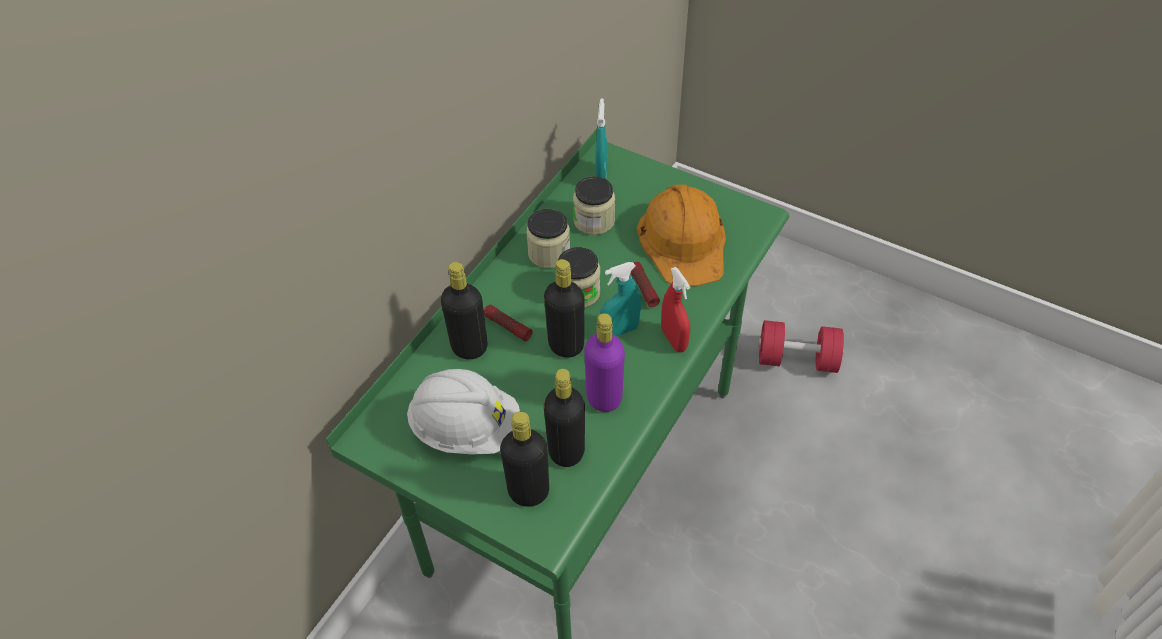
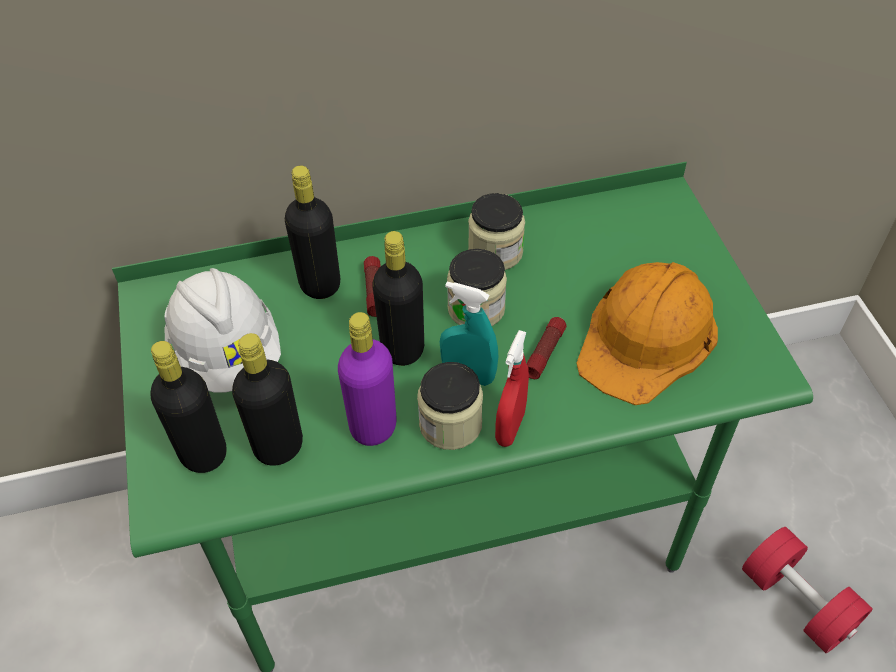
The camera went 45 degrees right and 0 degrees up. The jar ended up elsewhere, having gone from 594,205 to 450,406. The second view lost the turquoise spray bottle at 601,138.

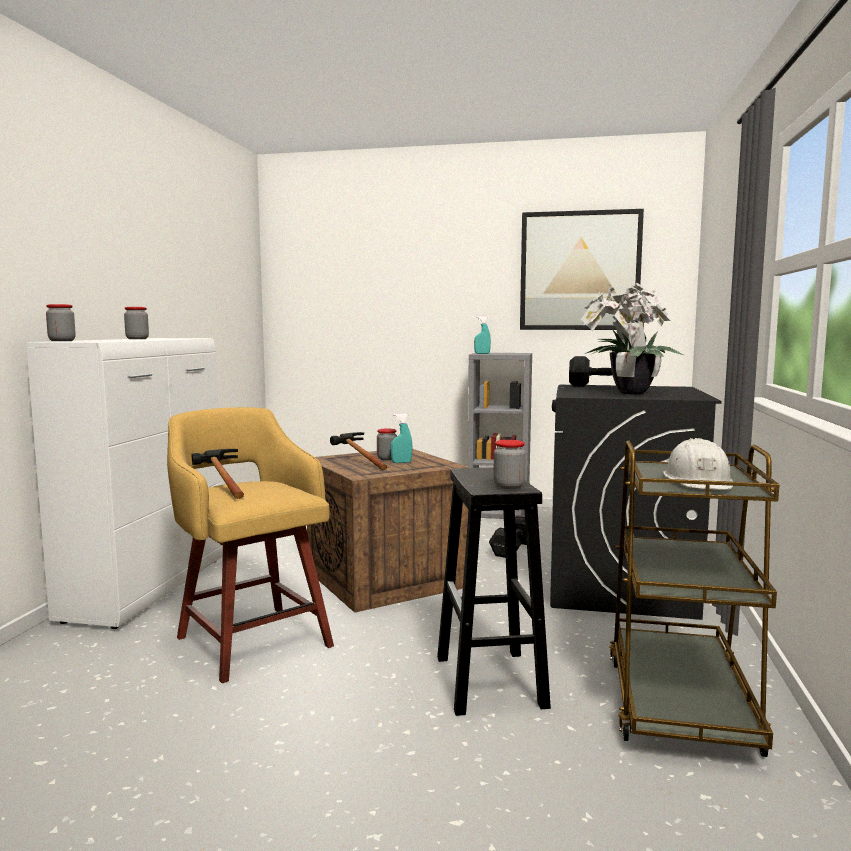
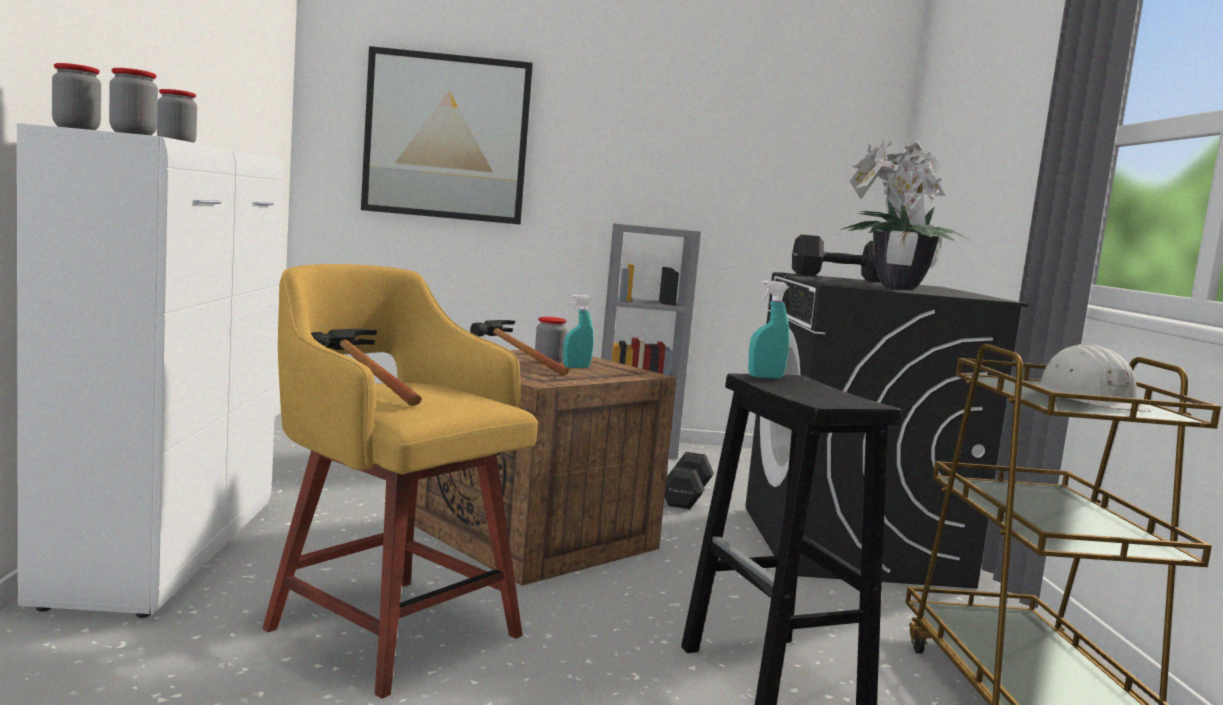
The camera went 15 degrees left and 0 degrees up. The jar ended up elsewhere, having gone from 509,464 to 133,101. The picture ended up elsewhere, having gone from 582,269 to 447,135. The turquoise spray bottle ended up elsewhere, having gone from 482,335 to 769,329.

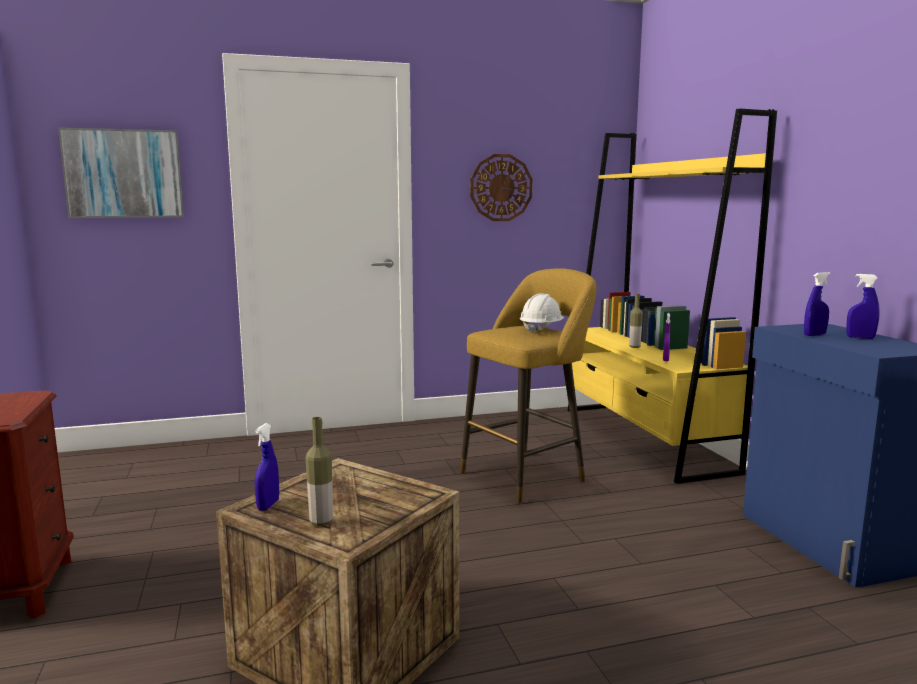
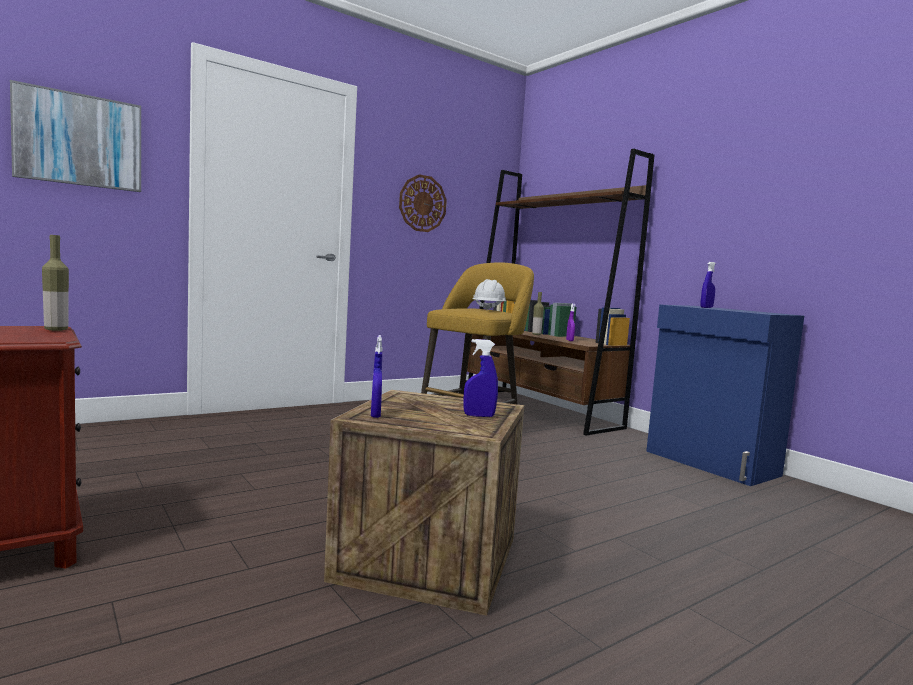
The camera went 20 degrees left and 5 degrees down. The bottle ended up elsewhere, having gone from 319,471 to 55,283. The blue spray bottle ended up elsewhere, having gone from 863,306 to 480,378. What was the yellow bookcase at 672,296 turned into the brown bookcase at 560,292.

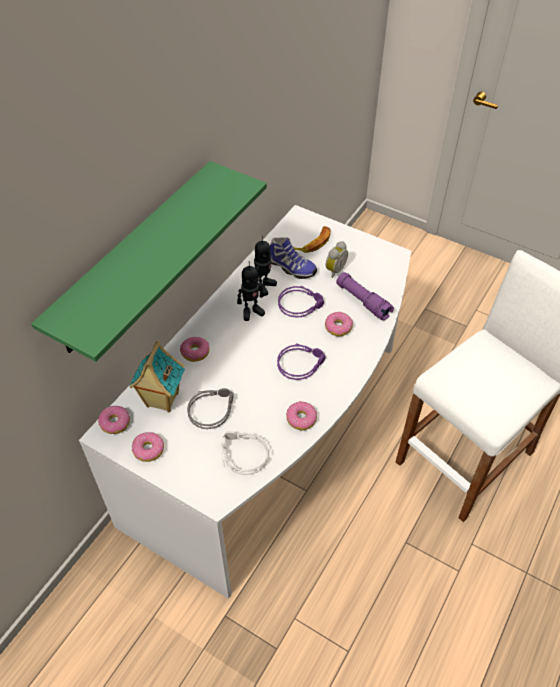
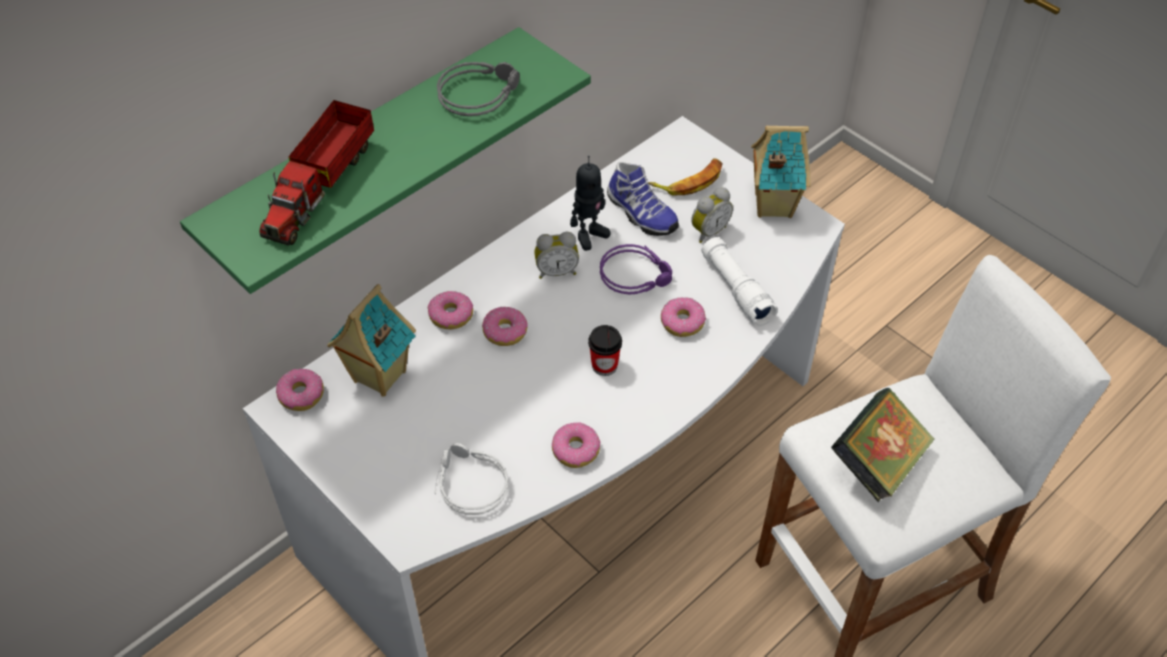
The camera went 15 degrees right and 0 degrees up. The second view gained the toy truck at 316,173. The grey headphones ended up elsewhere, having gone from 210,408 to 478,89. The donut ended up elsewhere, having gone from 148,447 to 505,326. Where the toy robot stood at 251,291, the alarm clock came to stand at 556,255. Where the purple headphones stood at 301,361, the cup came to stand at 605,350. What was the purple flashlight at 365,296 turned into the white flashlight at 740,281. The second view gained the toy house at 781,172. The second view gained the book at 883,445.

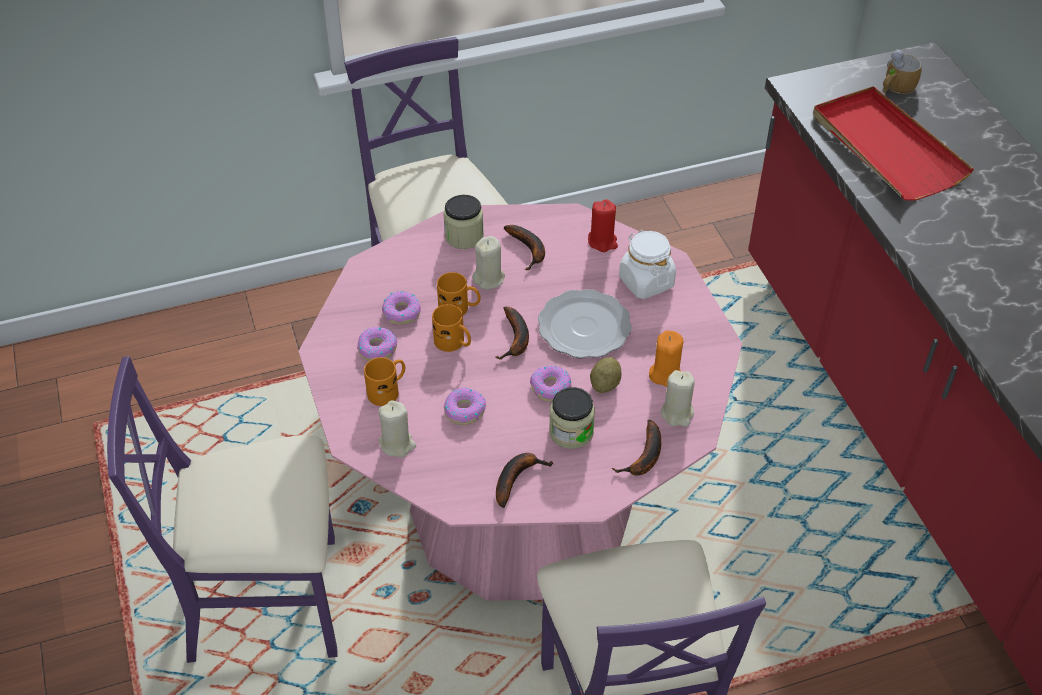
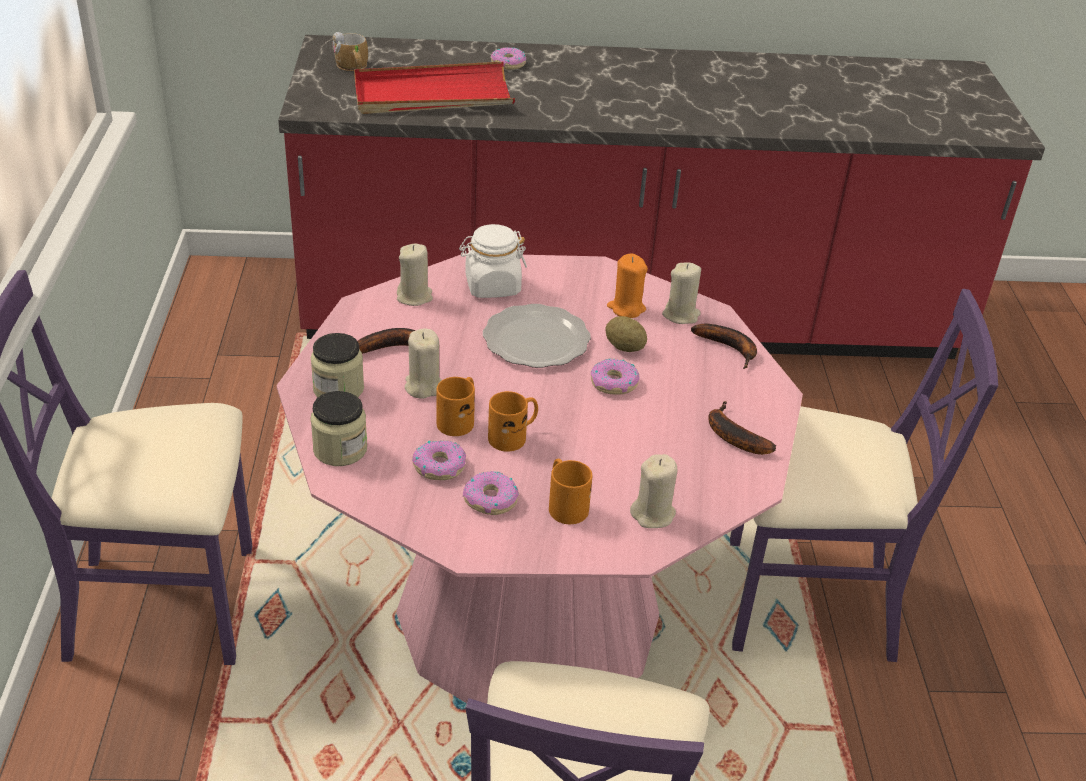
The camera went 75 degrees left and 10 degrees down. The jar ended up elsewhere, having gone from 572,418 to 338,428. What was the red candle at 603,225 turned into the beige candle at 415,275. The donut ended up elsewhere, having gone from 465,406 to 508,58. The second view lost the banana at 512,333.

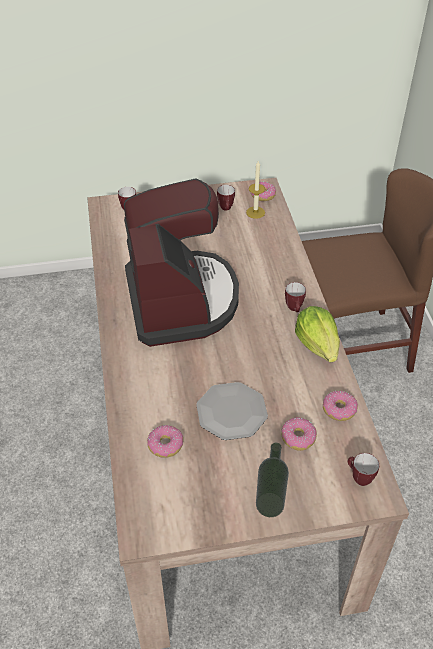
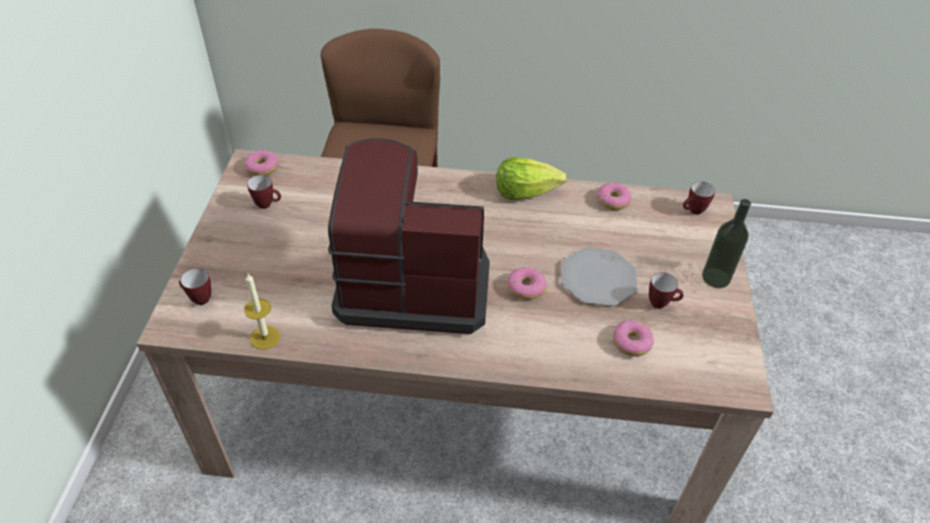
The camera went 75 degrees left and 0 degrees up. The candle ended up elsewhere, having gone from 255,190 to 262,312. The donut ended up elsewhere, having gone from 299,434 to 527,283. The mug ended up elsewhere, having gone from 295,297 to 666,290.

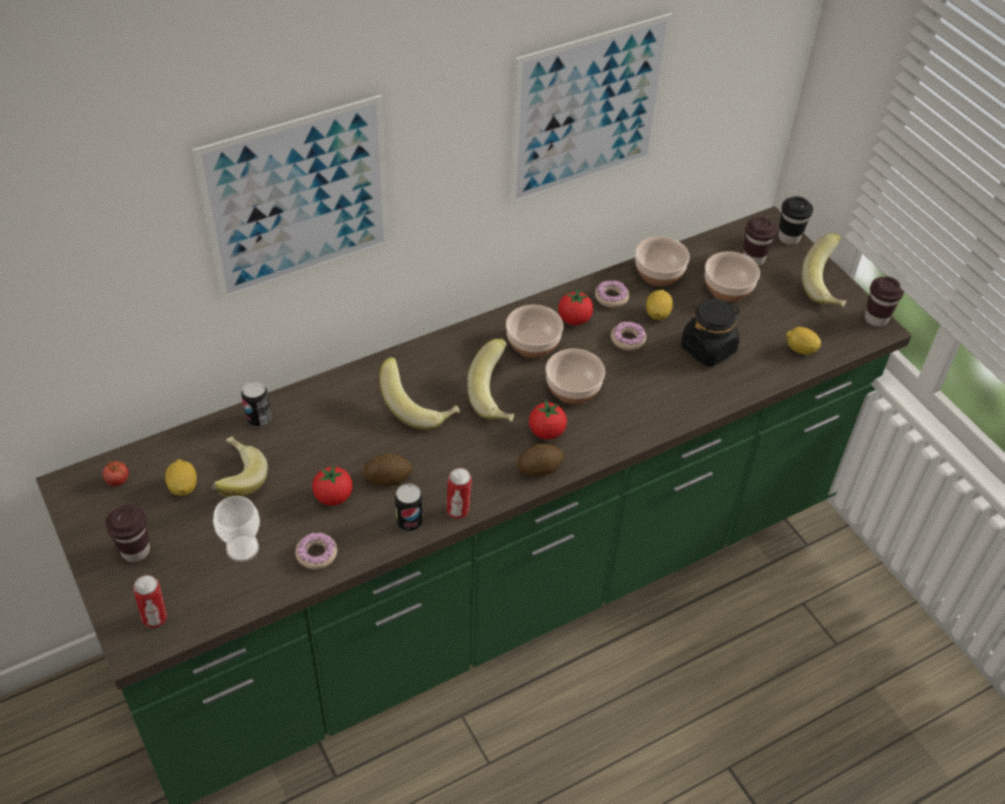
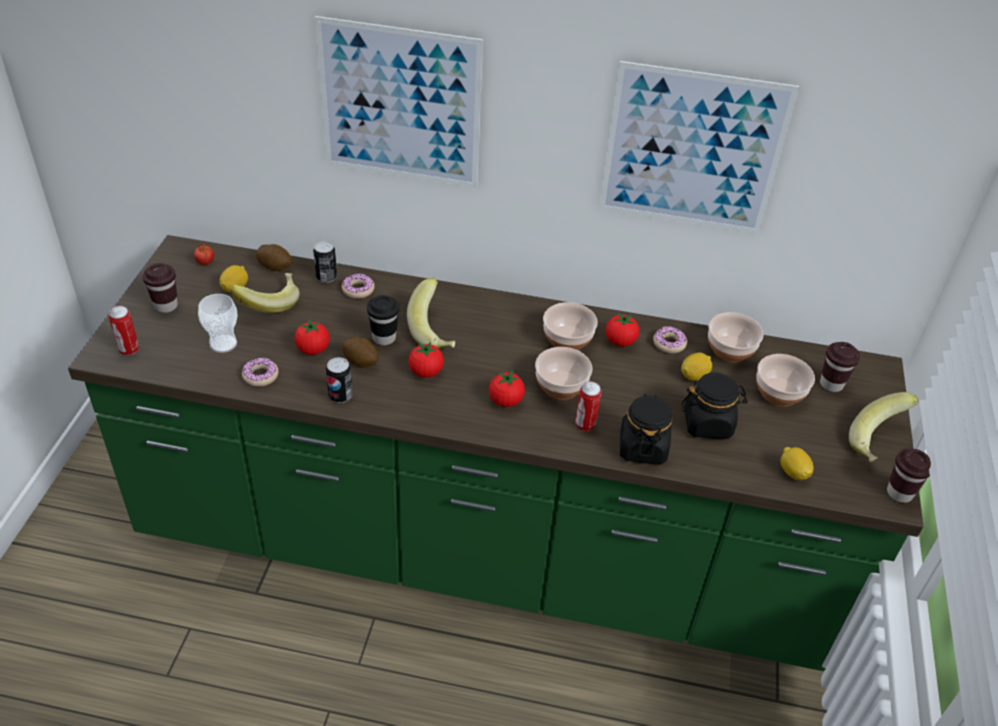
The camera went 40 degrees right and 5 degrees down. The potato ended up elsewhere, having gone from 540,460 to 274,257. The donut ended up elsewhere, having gone from 628,336 to 358,286. The black cup ended up elsewhere, having gone from 795,220 to 383,320. The second view gained the tomato at 426,360. The can ended up elsewhere, having gone from 459,493 to 588,406. The second view gained the black jar at 646,429. The second view lost the banana at 490,380.

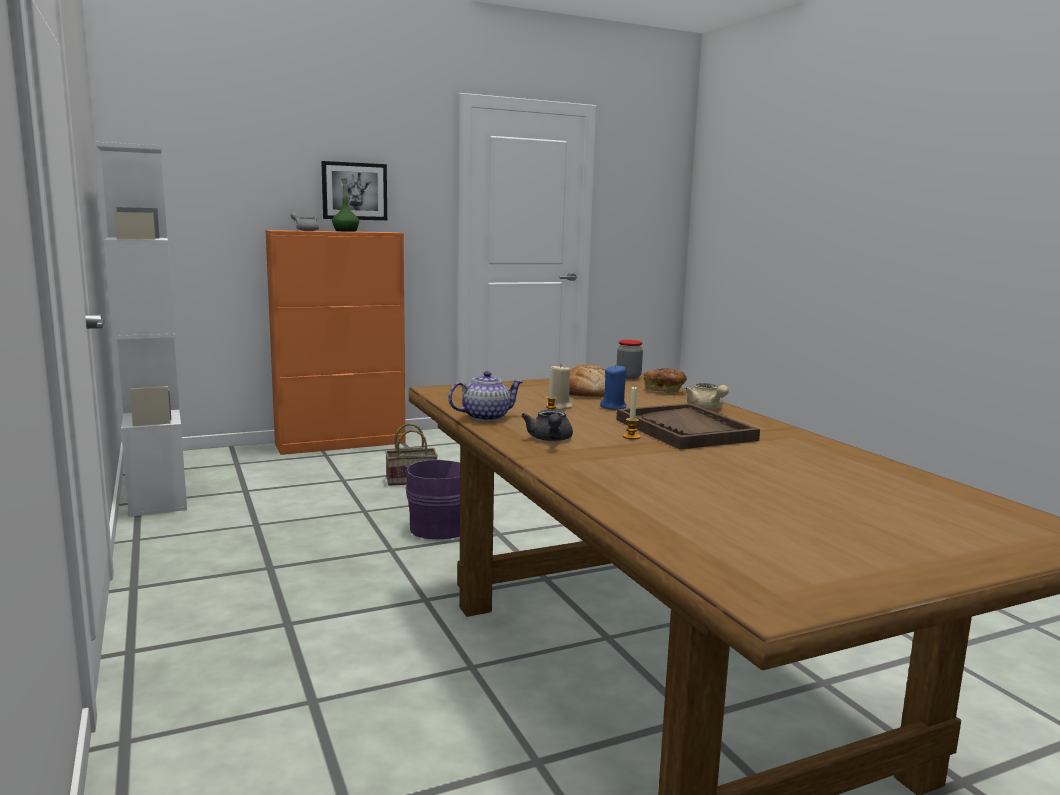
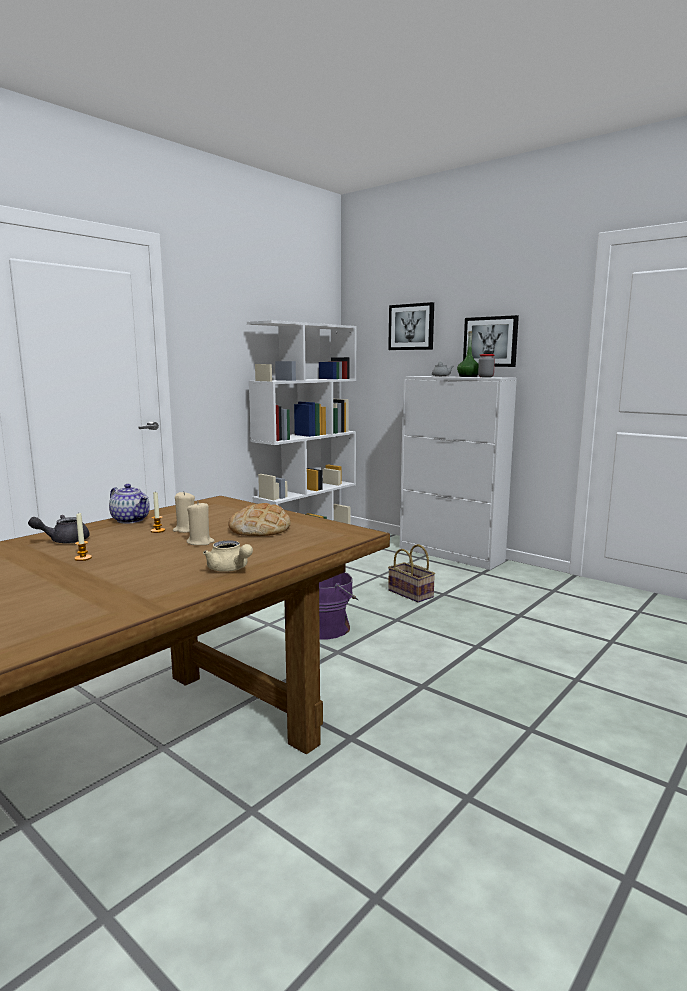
The camera went 65 degrees right and 0 degrees up. What was the blue candle at 613,387 turned into the beige candle at 200,524. The beige teapot at 707,396 ended up facing another way, 90 degrees counterclockwise from before. The second view gained the picture at 411,326. What was the orange cabinet at 335,342 turned into the white cabinet at 458,473. The jar ended up elsewhere, having gone from 630,359 to 486,365. The second view lost the brown tray at 688,426. The second view lost the bread at 665,380.

